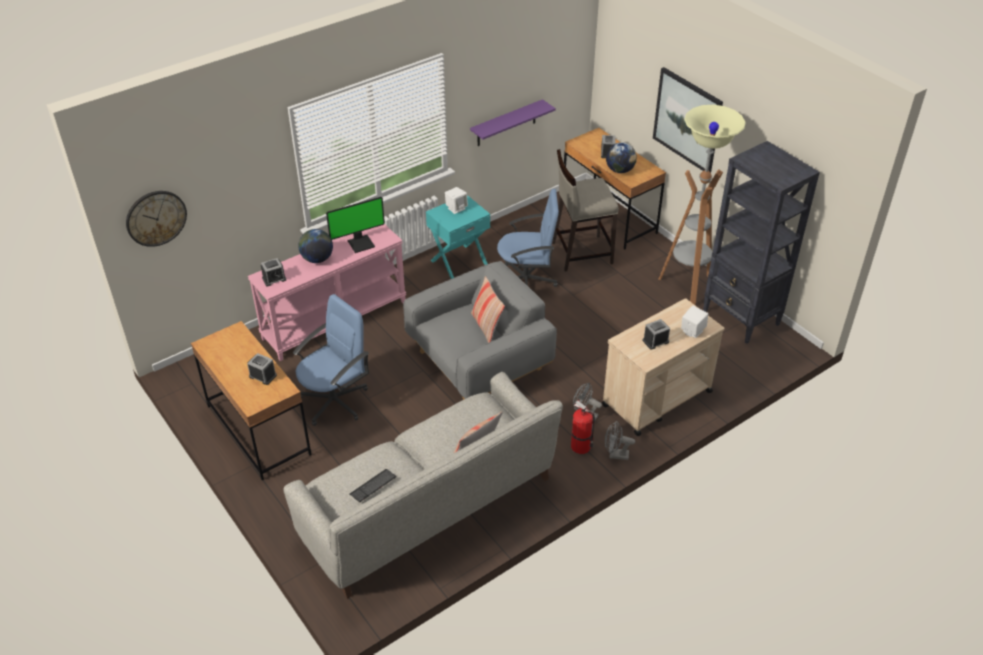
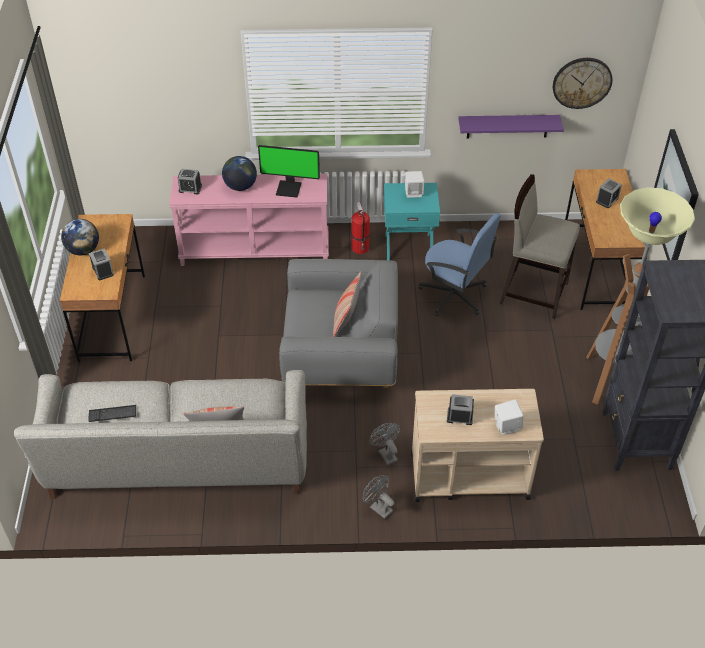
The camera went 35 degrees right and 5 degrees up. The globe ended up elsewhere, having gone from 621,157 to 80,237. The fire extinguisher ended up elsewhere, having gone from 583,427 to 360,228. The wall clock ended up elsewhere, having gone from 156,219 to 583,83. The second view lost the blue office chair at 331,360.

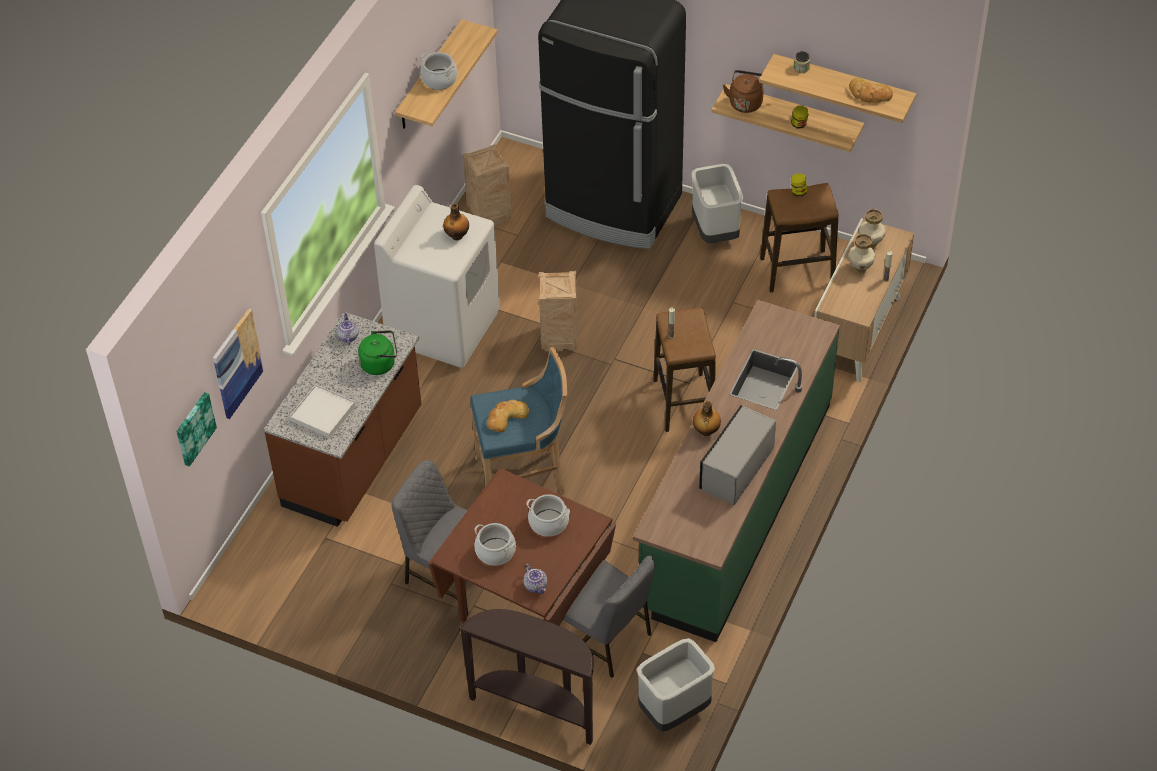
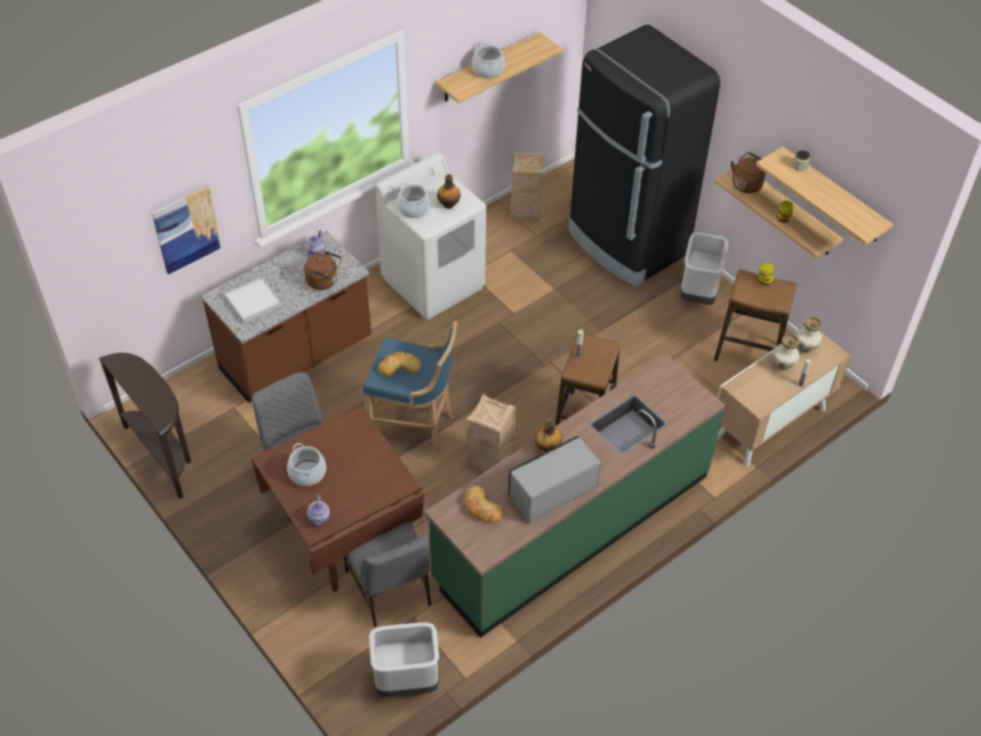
The camera went 25 degrees right and 0 degrees up. The brown console table ended up elsewhere, having gone from 526,677 to 145,426. What was the green kettle at 377,352 turned into the brown kettle at 322,270. The cooking pot ended up elsewhere, having gone from 548,515 to 413,200. The bread ended up elsewhere, having gone from 871,90 to 483,505. The crate ended up elsewhere, having gone from 558,311 to 491,433. The second view lost the picture at 196,429.

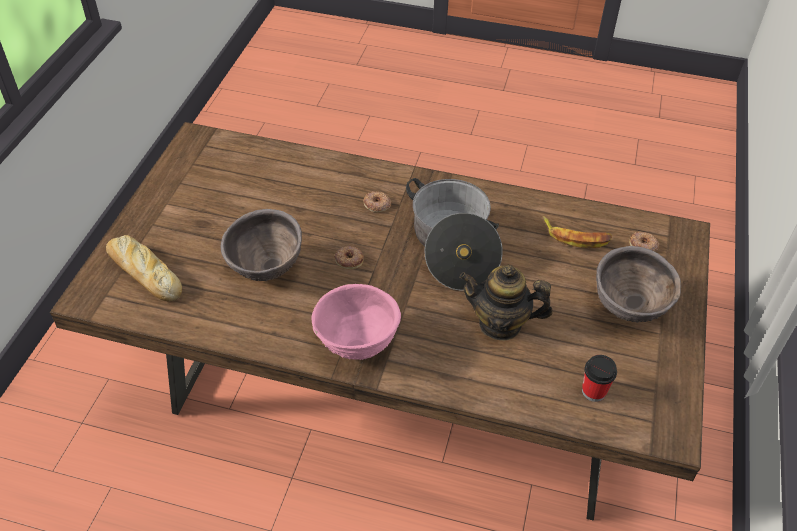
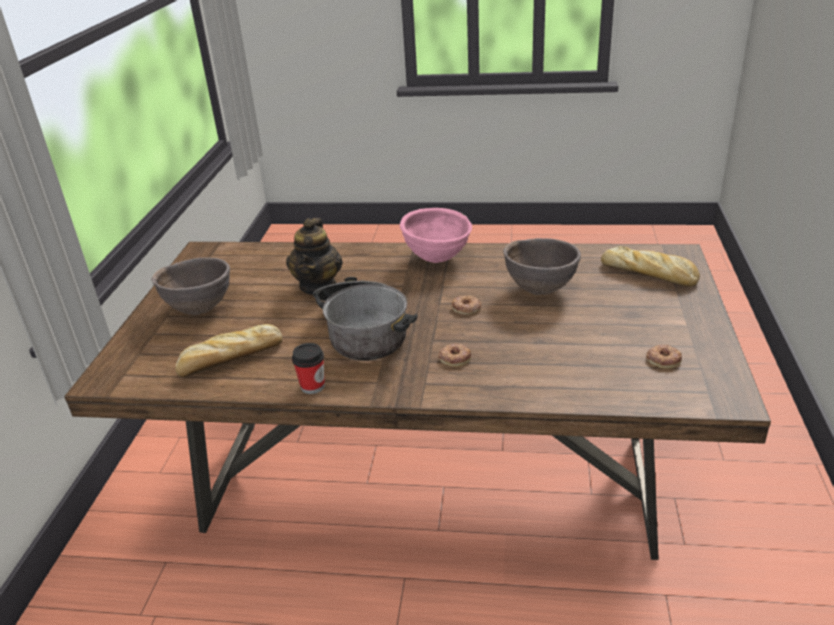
The camera went 175 degrees right and 15 degrees down. Where the banana stood at 577,232, the bread came to stand at 229,350. The teapot at 506,303 ended up facing another way, 90 degrees clockwise from before. The cup ended up elsewhere, having gone from 599,378 to 308,368. The donut ended up elsewhere, having gone from 644,241 to 664,357.

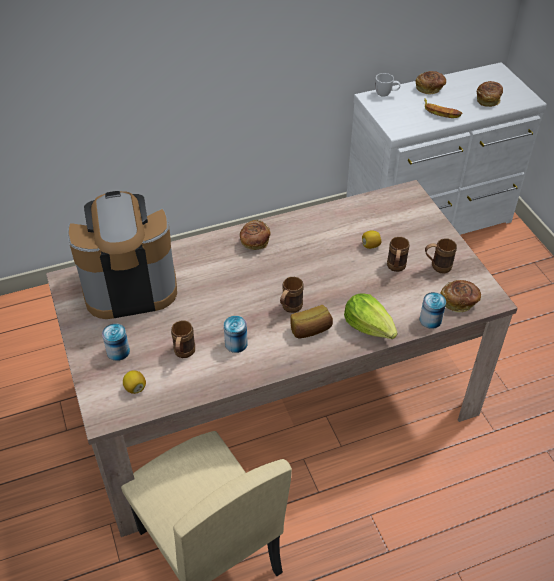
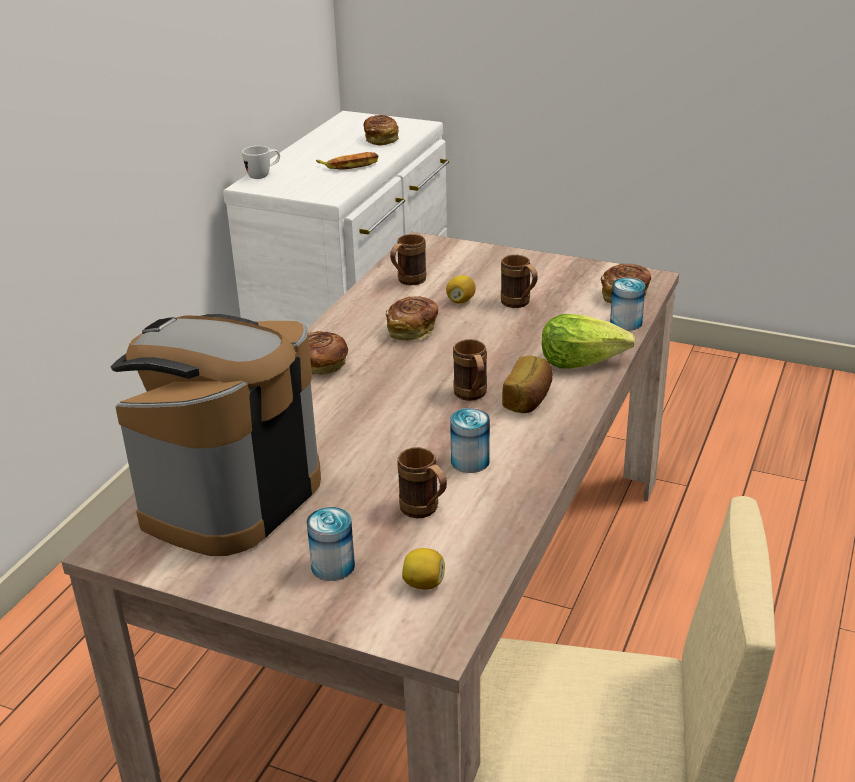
The camera went 45 degrees left and 15 degrees down. The bread ended up elsewhere, having gone from 430,82 to 412,318. The brown mug ended up elsewhere, having gone from 441,256 to 408,259.

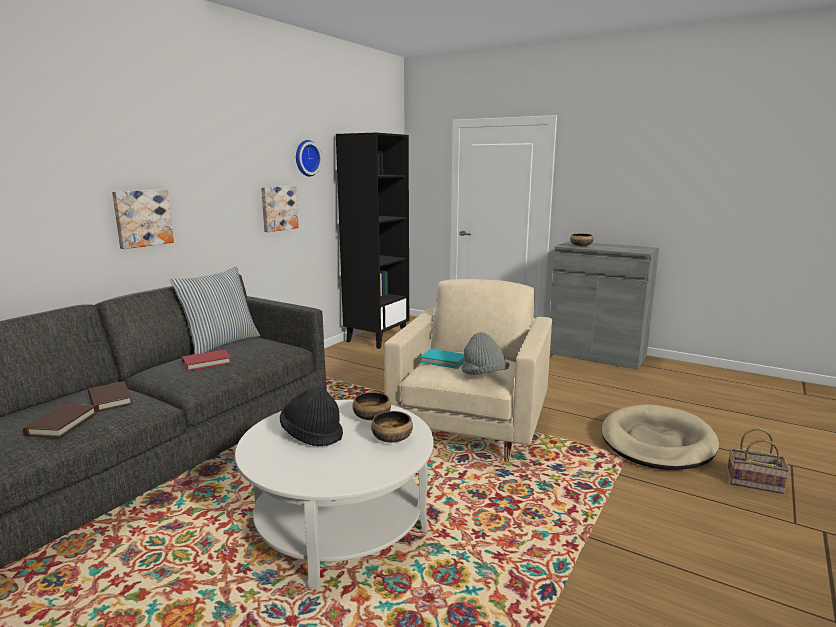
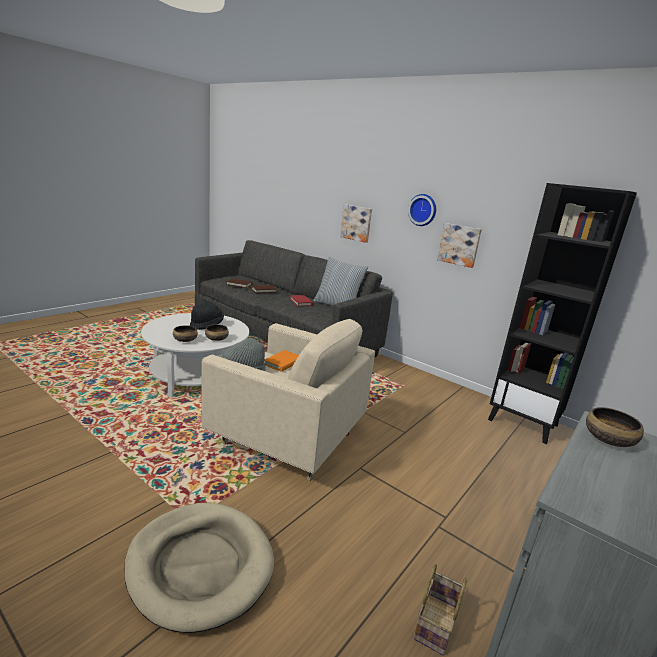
The camera went 95 degrees right and 5 degrees up. What was the turquoise book at 442,359 turned into the orange book at 281,361. The wall clock ended up elsewhere, having gone from 309,158 to 422,210. The basket ended up elsewhere, having gone from 758,461 to 440,610.

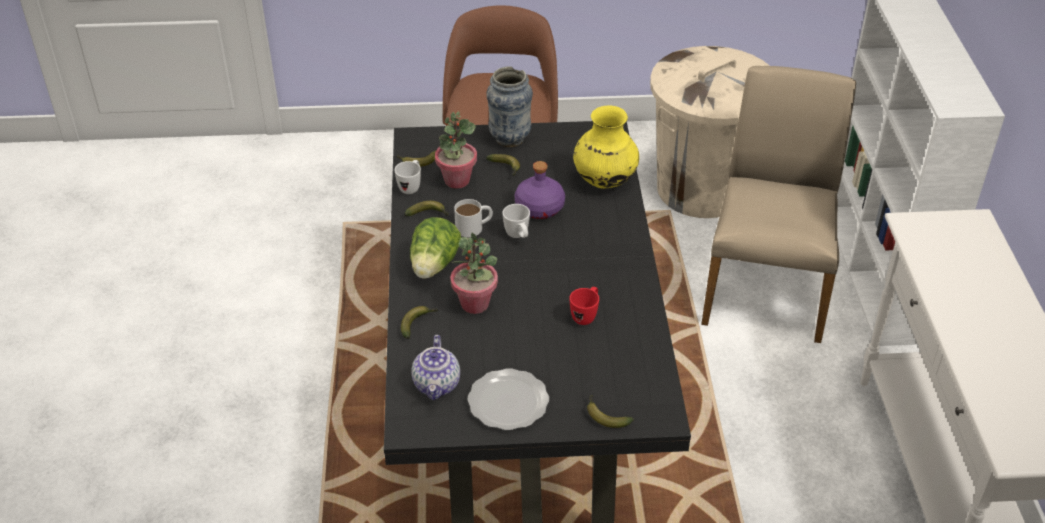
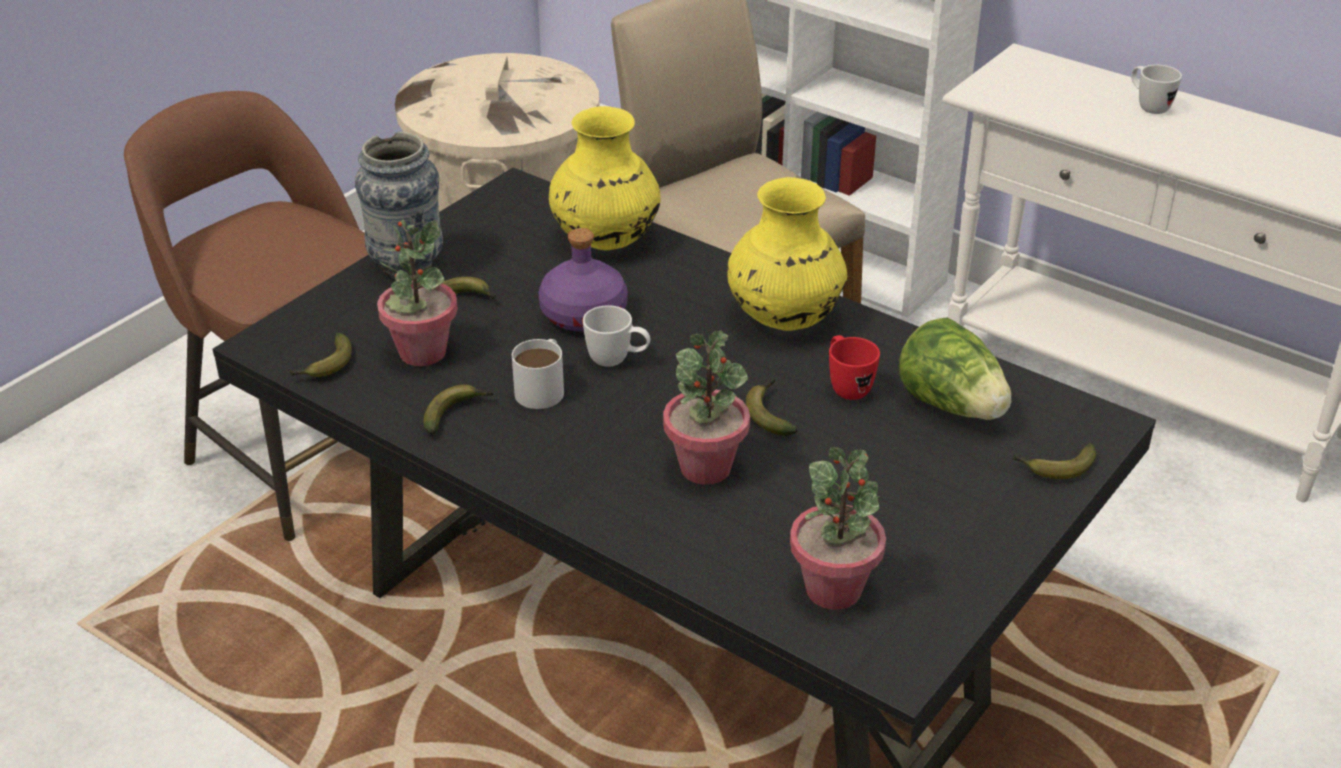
The camera went 50 degrees left and 5 degrees down. The second view gained the yellow vase at 787,254. The banana ended up elsewhere, having gone from 419,322 to 772,407. Where the teapot stood at 436,367, the potted plant came to stand at 838,528. The lettuce ended up elsewhere, having gone from 435,248 to 955,368. The white mug ended up elsewhere, having gone from 407,177 to 1156,89. The second view lost the plate at 508,399.

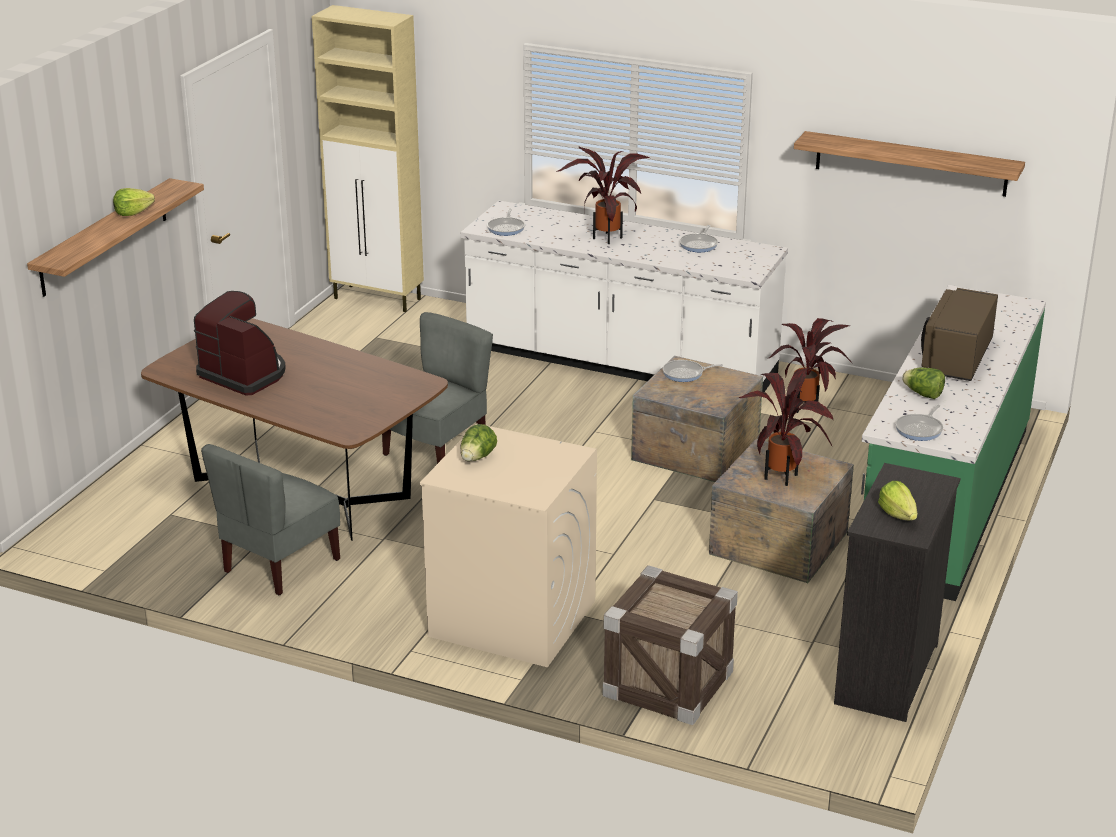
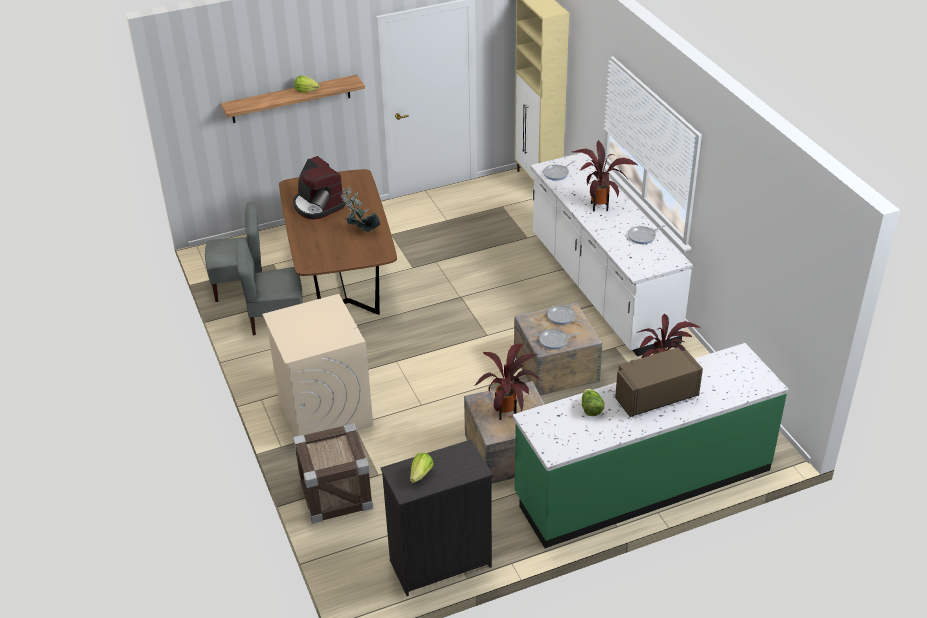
The camera went 45 degrees right and 10 degrees up. The grey chair ended up elsewhere, having gone from 437,388 to 233,252. The coffee machine at 240,343 ended up facing another way, 150 degrees clockwise from before. The second view gained the potted plant at 360,209. The frying pan ended up elsewhere, having gone from 919,422 to 560,339. The second view lost the lettuce at 478,442. The second view lost the shelf at 909,164.

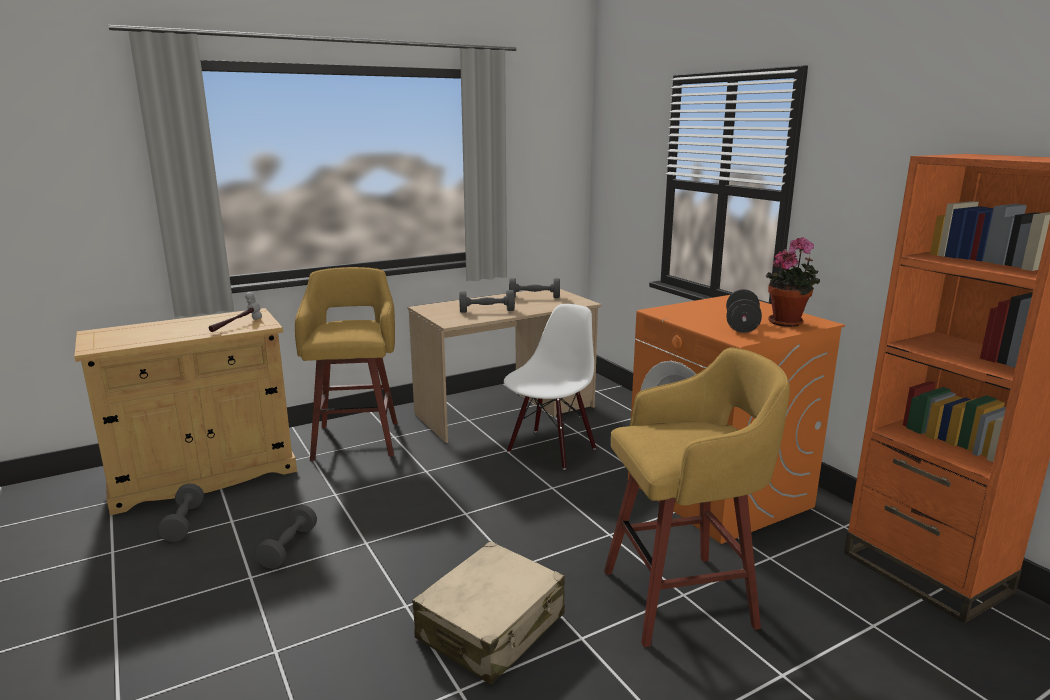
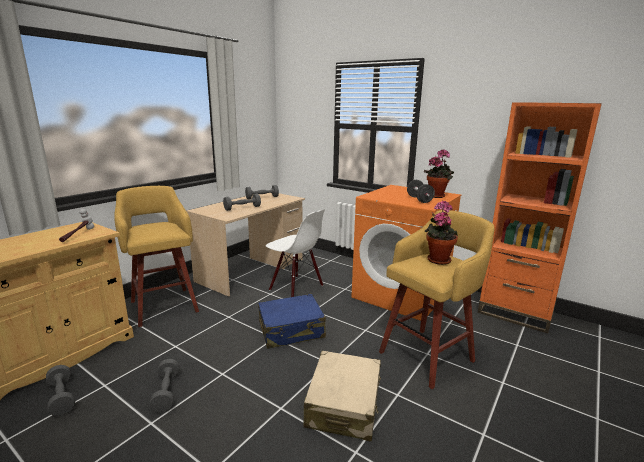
The camera went 25 degrees left and 0 degrees up. The second view gained the blue suitcase at 292,321. The white chair at 550,387 ended up facing another way, 120 degrees clockwise from before. The second view gained the potted plant at 441,233.

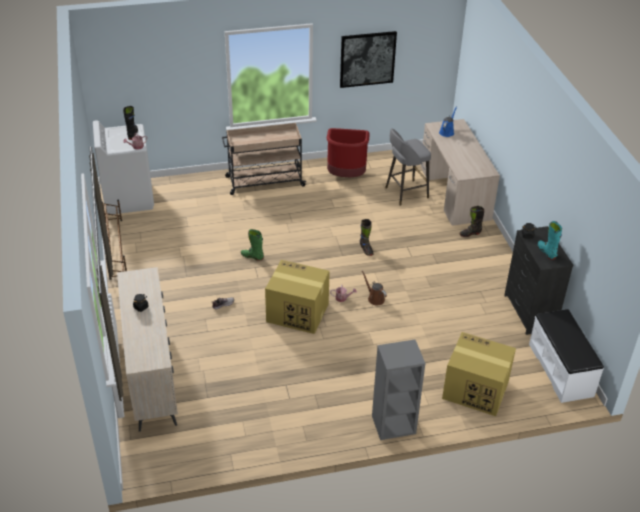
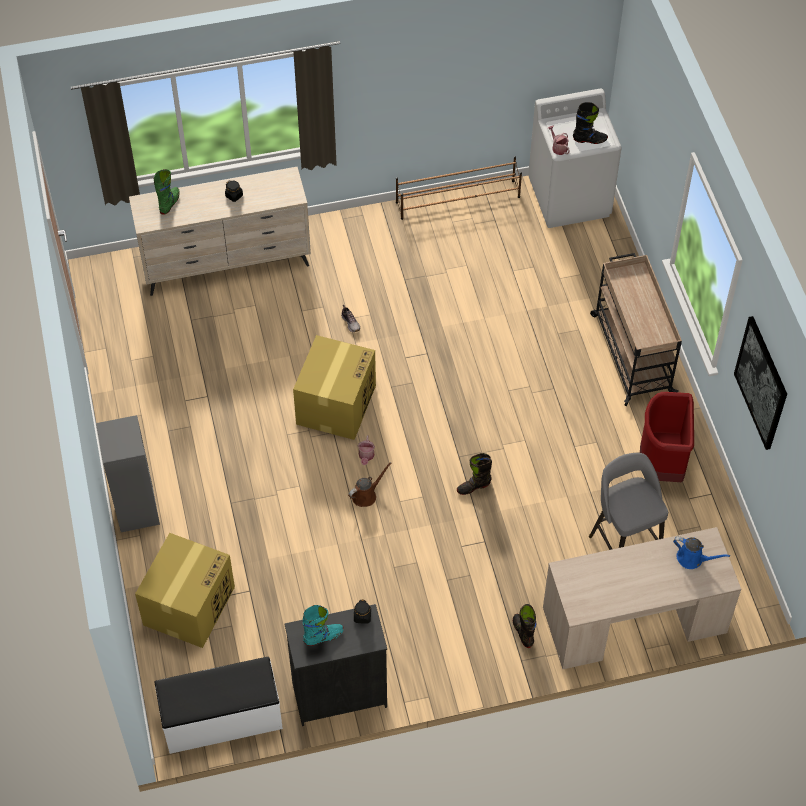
The camera went 90 degrees right and 15 degrees up. The green boot ended up elsewhere, having gone from 252,245 to 167,192.

